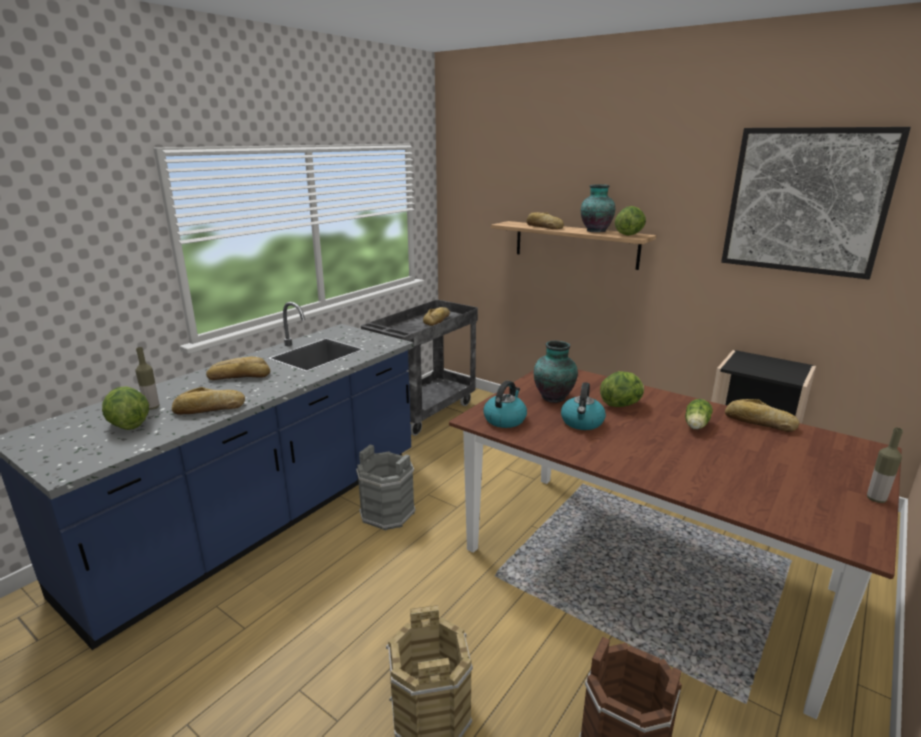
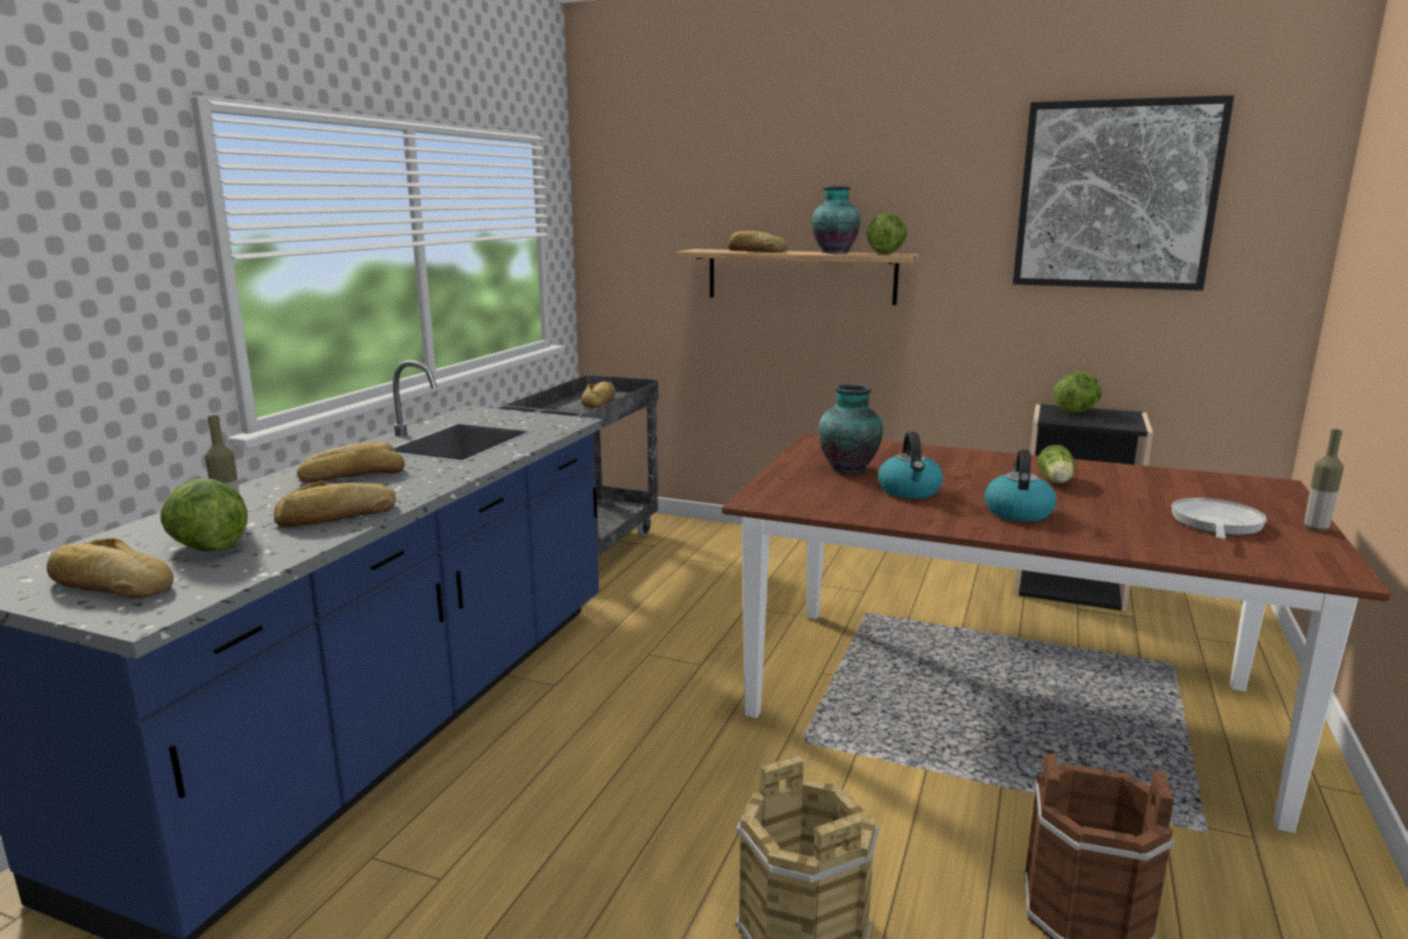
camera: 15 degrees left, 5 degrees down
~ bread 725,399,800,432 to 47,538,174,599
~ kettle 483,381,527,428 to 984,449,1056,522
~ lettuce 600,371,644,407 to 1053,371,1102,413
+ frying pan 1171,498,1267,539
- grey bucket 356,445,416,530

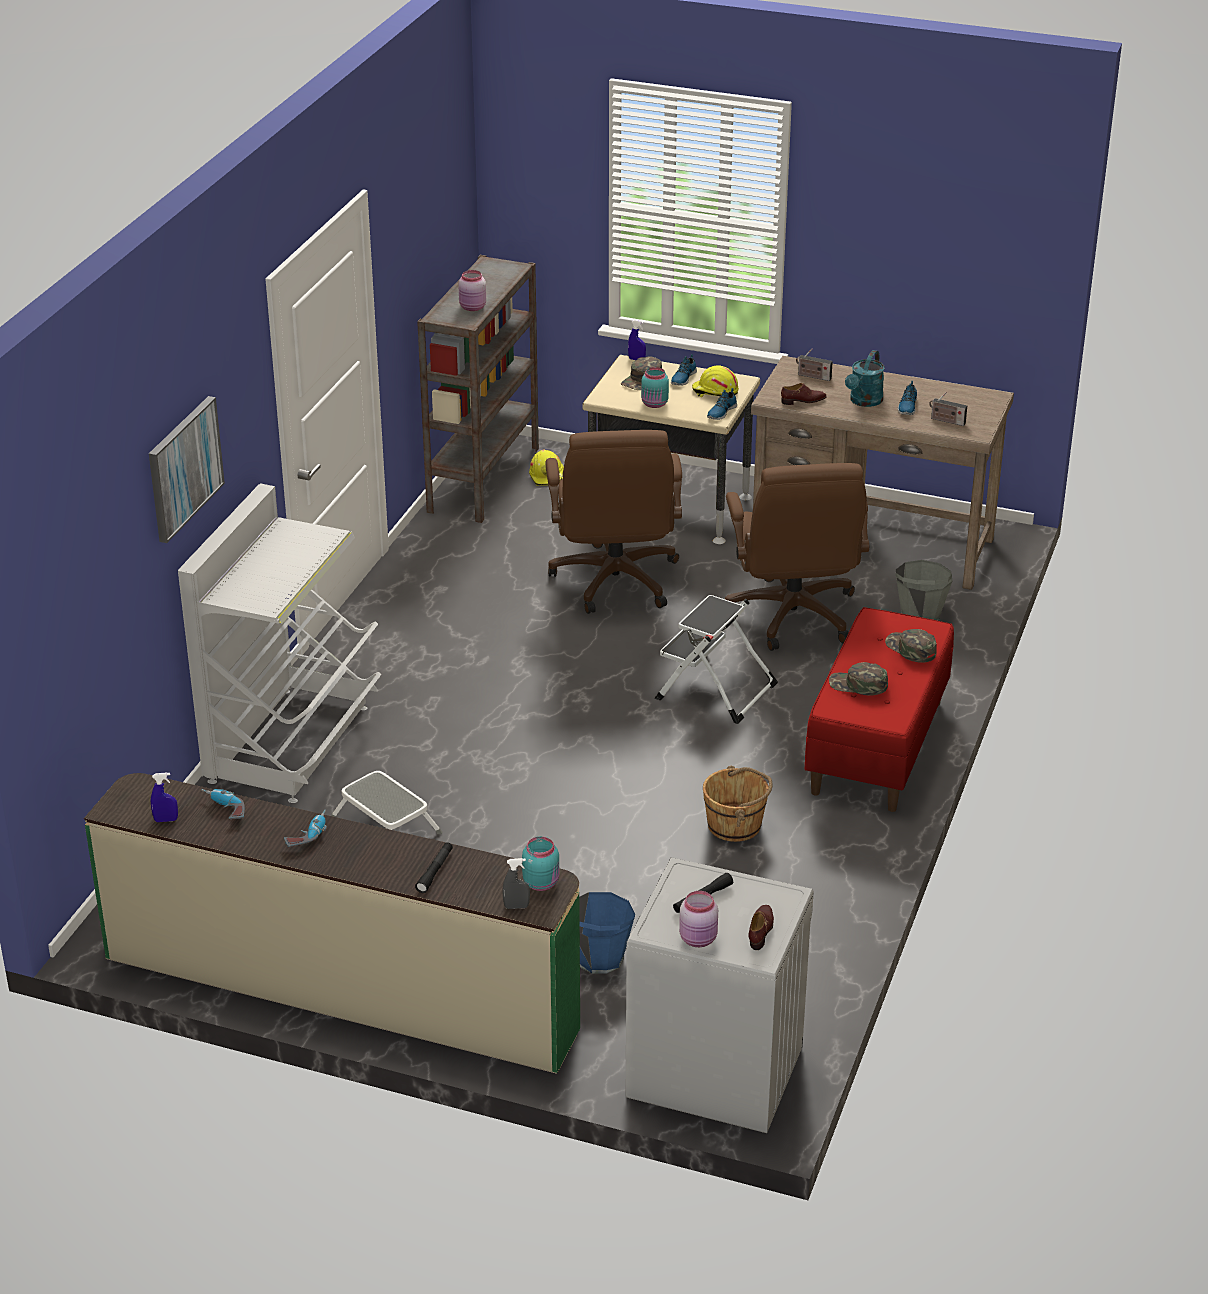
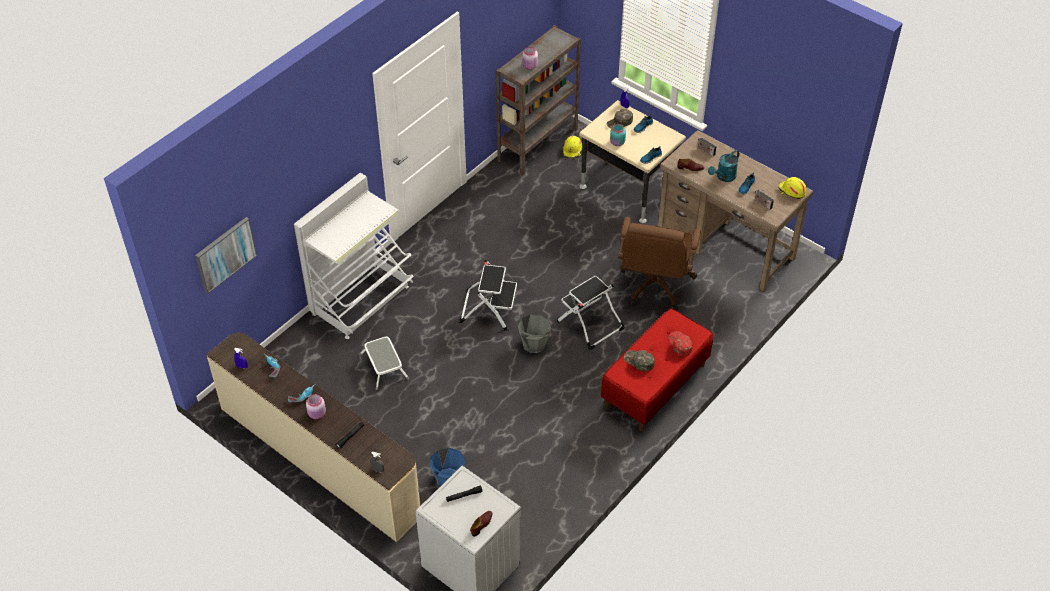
camera: 20 degrees right, 15 degrees up
~ picture 149,396,225,543 to 195,217,257,293
~ green cabinet 84,773,580,1074 to beige cabinet 206,332,420,542
~ pink jar 679,891,718,947 to 306,394,326,419
+ step ladder 459,260,517,331
~ grey bucket 895,560,952,621 to 518,314,551,353
~ green cap 885,629,937,663 to red cap 669,331,693,356
~ yellow hard hat 692,365,739,397 to 779,177,806,199
- turquoise jar 522,836,559,891
- brown office chair 545,430,682,614
- brown bucket 703,766,773,842

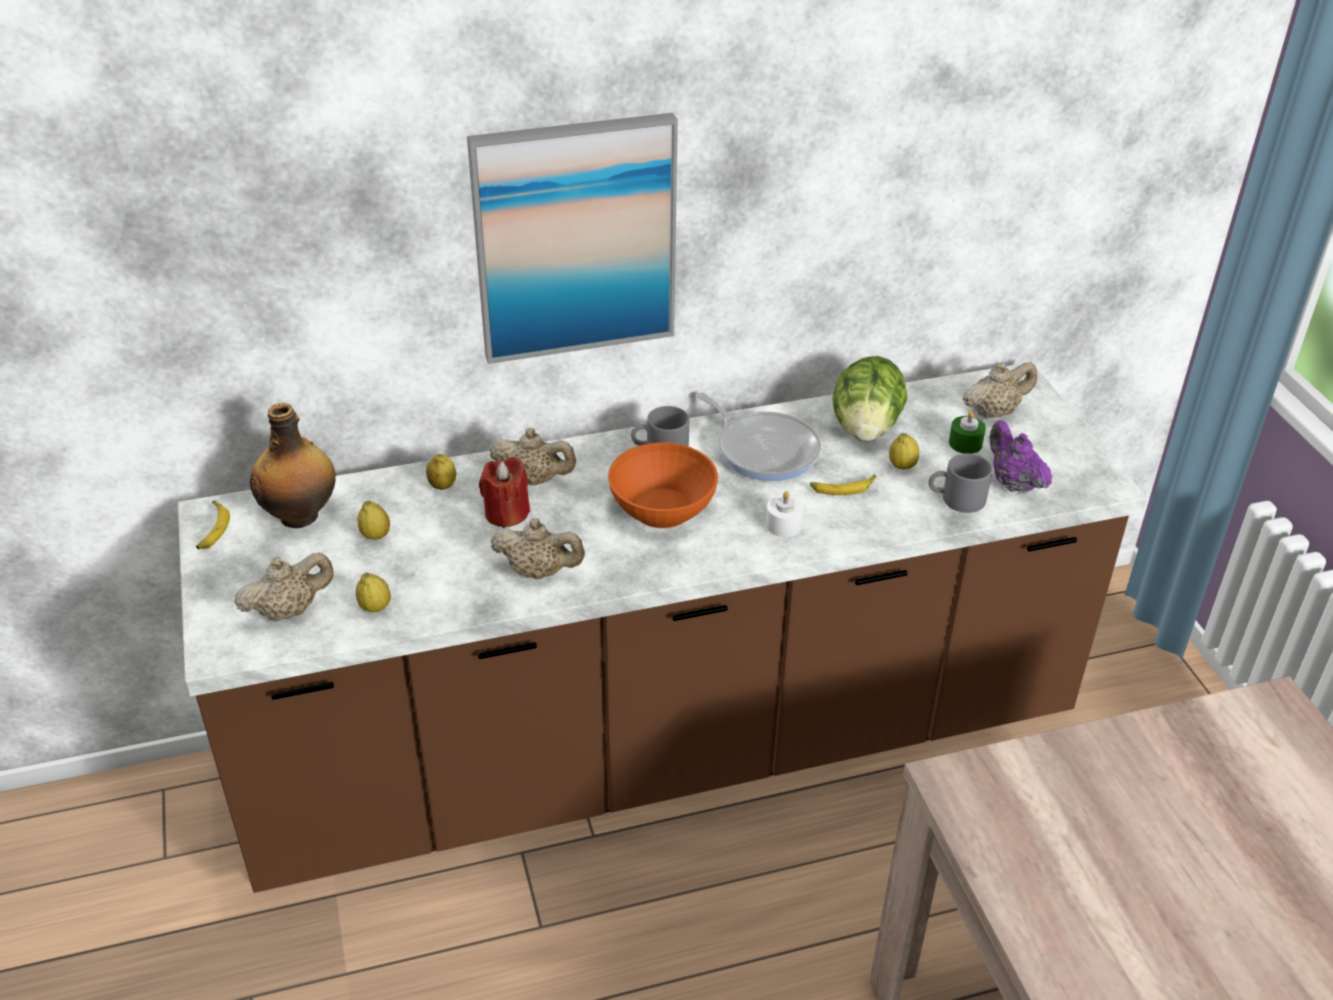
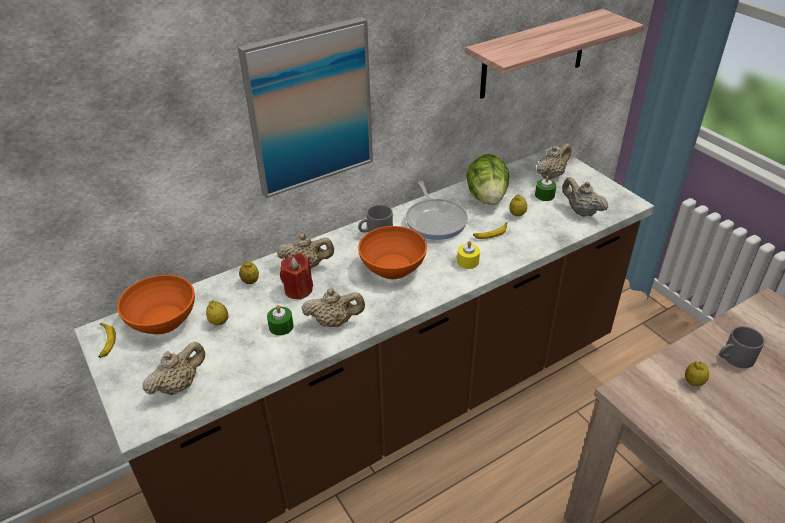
camera: 15 degrees left, 0 degrees up
~ bottle 250,403,336,528 to orange bowl 117,275,195,335
+ green candle 267,305,294,335
~ frying pan 697,393,821,481 = 406,181,468,240 45 degrees clockwise
~ white candle 766,491,803,537 to yellow candle 457,241,480,269
+ shelf 465,9,644,99
~ purple teapot 990,420,1052,493 to beige teapot 562,177,608,217
~ lemon 356,572,391,612 to 685,361,709,386
~ grey mug 929,453,992,513 to 719,326,765,368

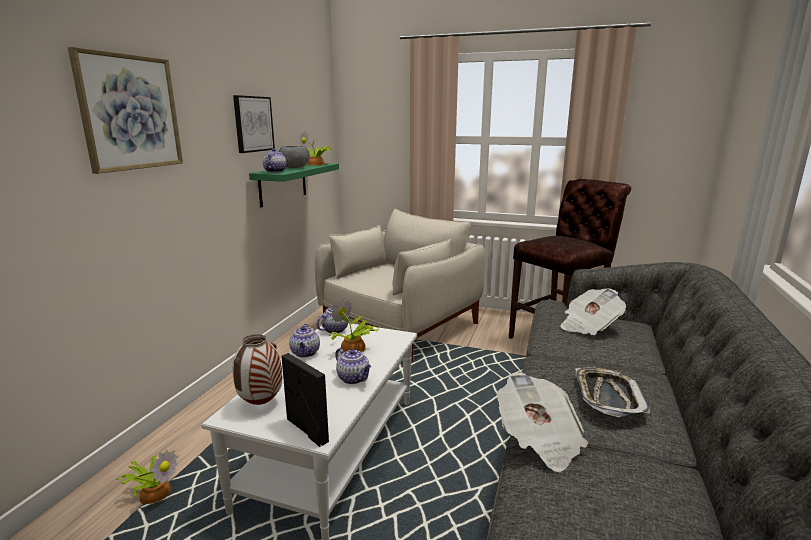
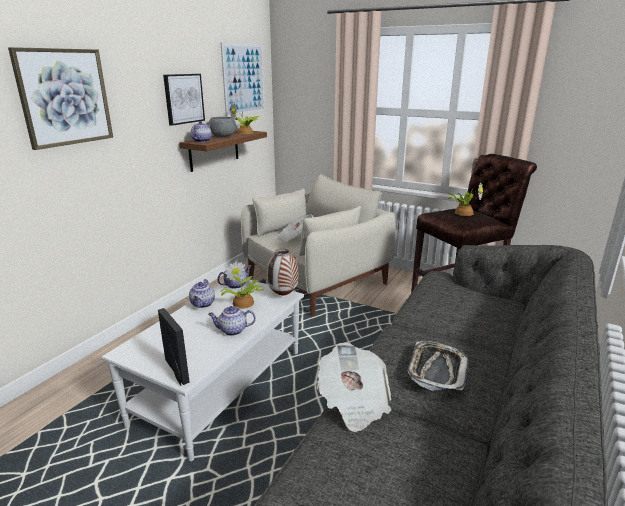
camera: 10 degrees right, 5 degrees up
~ green shelf 249,163,339,207 to brown shelf 179,131,267,172
~ teapot 335,348,371,384 = 208,306,256,336 120 degrees clockwise
+ picture 221,43,265,116
~ vase 233,334,282,405 to 267,249,298,296
~ newspaper 560,288,626,335 to 275,215,314,243
~ potted plant 117,450,179,504 to 448,184,483,216

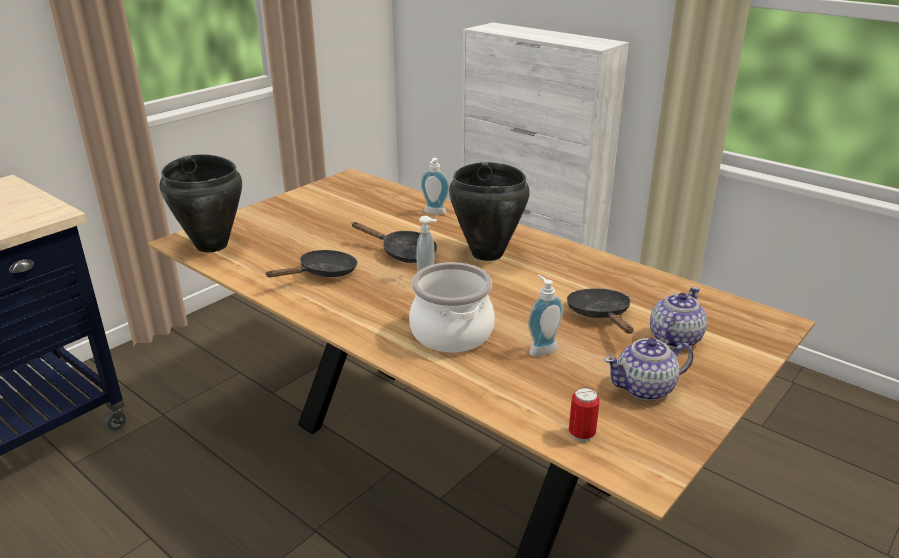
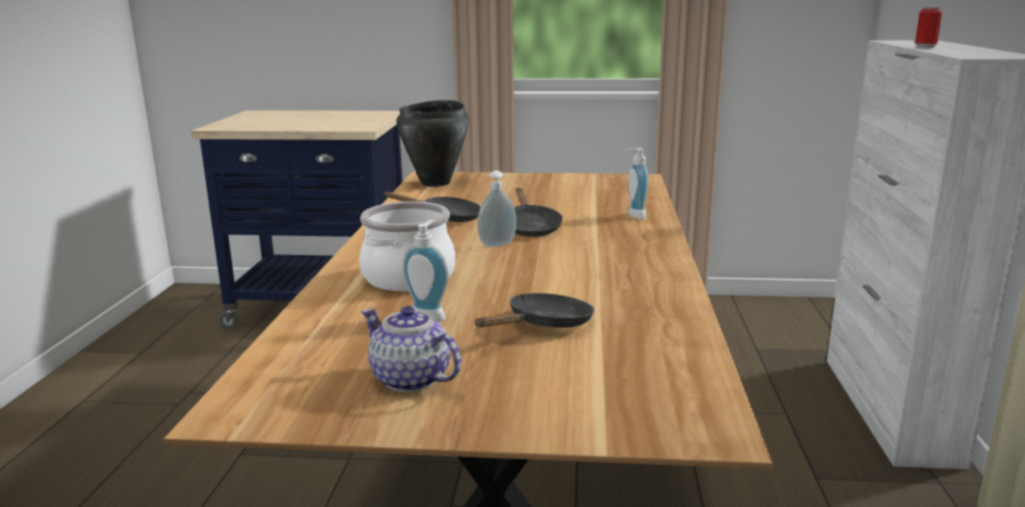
camera: 55 degrees right, 10 degrees down
~ can 569,387,600,442 to 915,7,942,48
- black cooking pot 449,162,530,261
- teapot 650,287,707,348

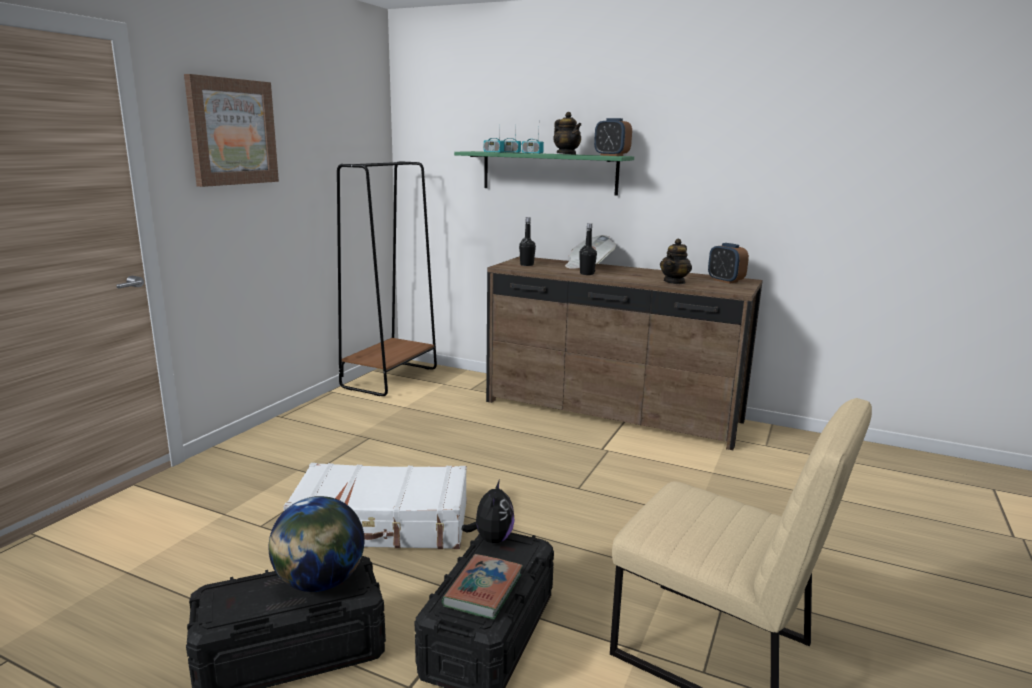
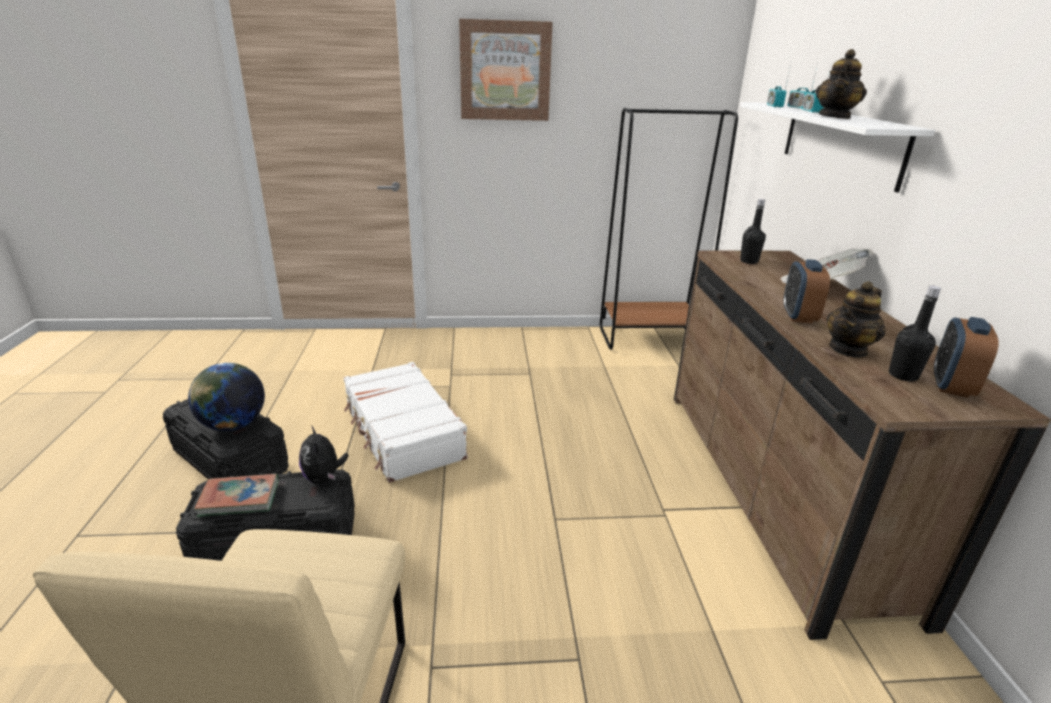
camera: 60 degrees right, 10 degrees up
~ plush toy 462,479,514,543 = 299,425,349,484 90 degrees clockwise
~ green shelf 454,151,634,196 to white shelf 740,102,935,192
~ alarm clock 594,118,632,156 to 784,259,830,324
~ teapot 660,239,692,284 = 827,281,886,358 45 degrees counterclockwise
~ black bottle 579,223,597,275 to 889,286,941,381

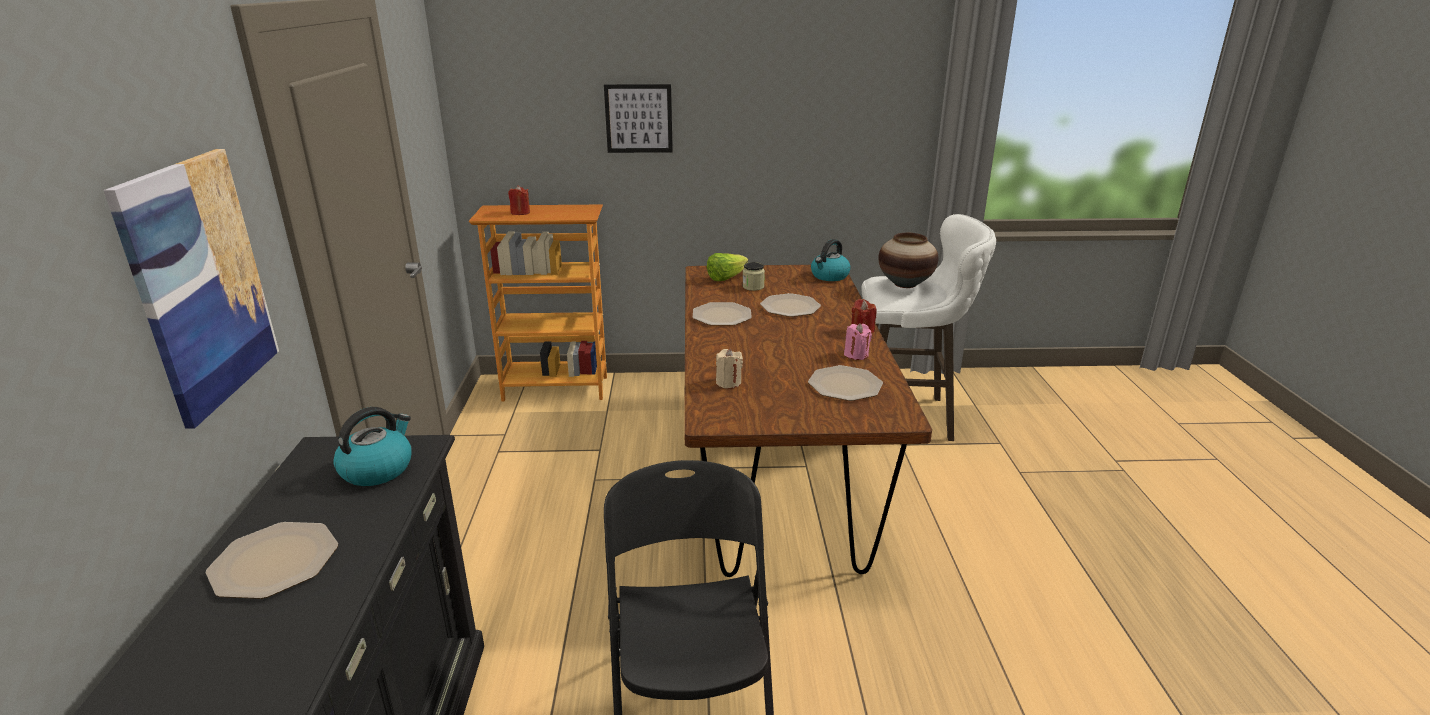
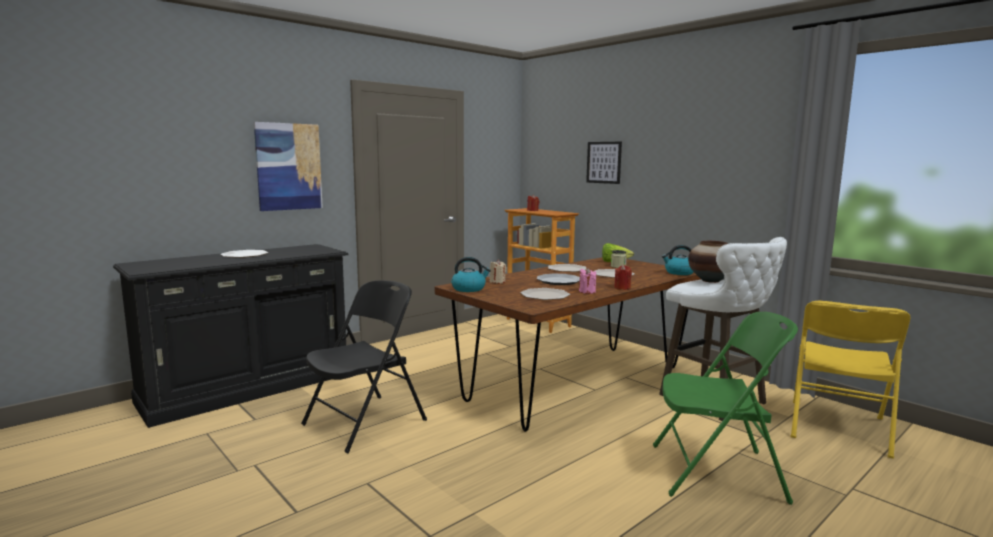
camera: 50 degrees right, 15 degrees down
~ kettle 333,407,412,486 to 451,257,491,292
+ plate 537,273,580,285
+ green chair 653,312,798,505
+ yellow chair 791,301,910,459

